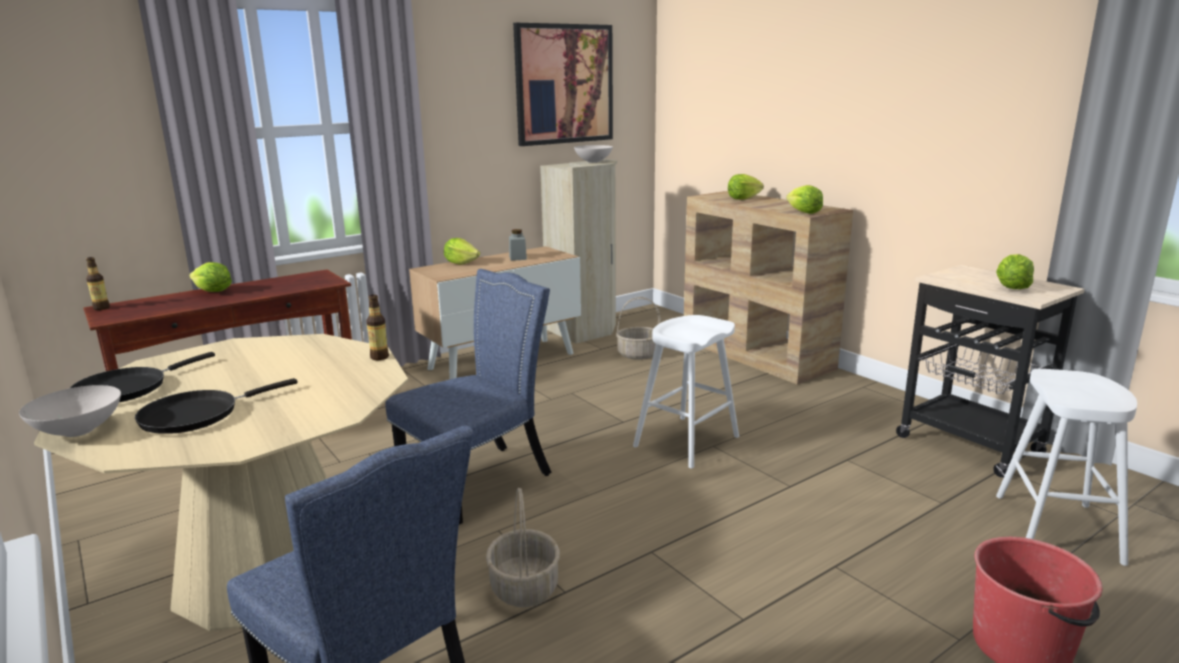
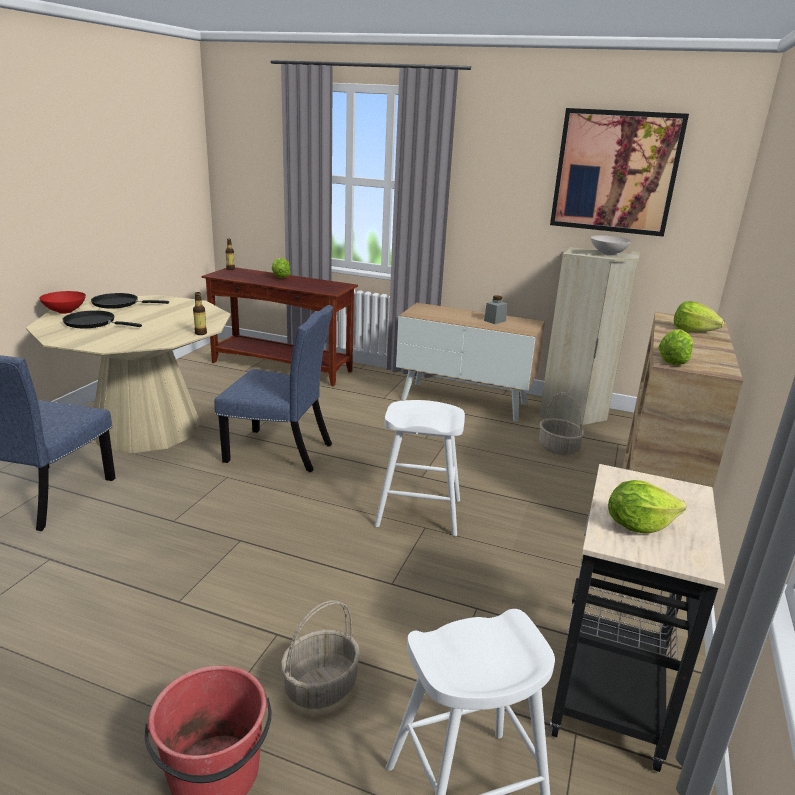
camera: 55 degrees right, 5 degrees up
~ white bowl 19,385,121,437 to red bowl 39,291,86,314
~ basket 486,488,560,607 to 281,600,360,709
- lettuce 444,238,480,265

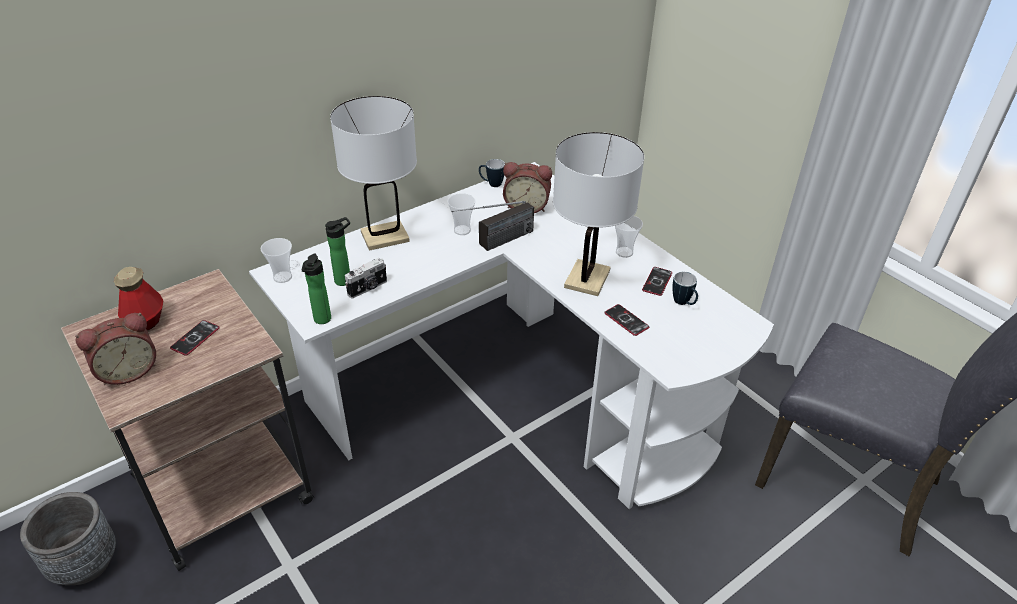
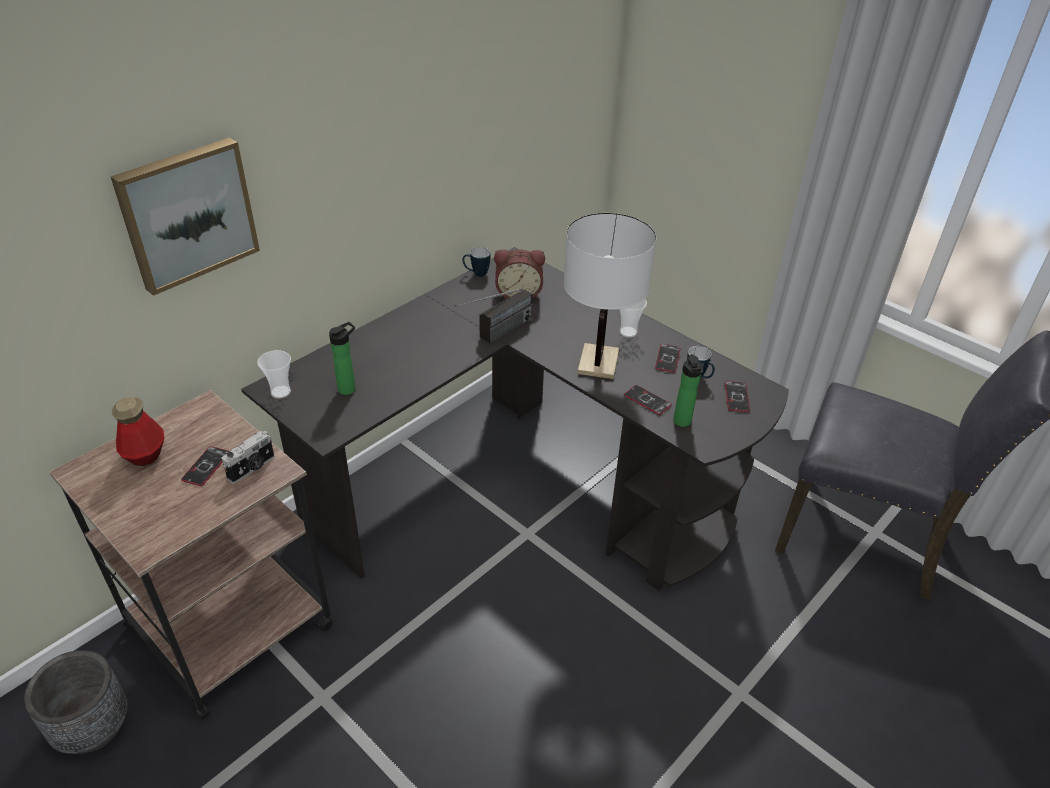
camera: 10 degrees left, 0 degrees up
+ picture 111,138,260,296
~ photo camera 345,258,387,298 to 222,431,274,484
~ white desk 249,162,774,509 to black desk 241,247,789,591
~ bottle 302,254,331,324 to 673,354,703,427
+ phone 725,381,750,412
- alarm clock 75,313,156,385
- white table lamp 330,96,417,251
- cup 447,193,475,235

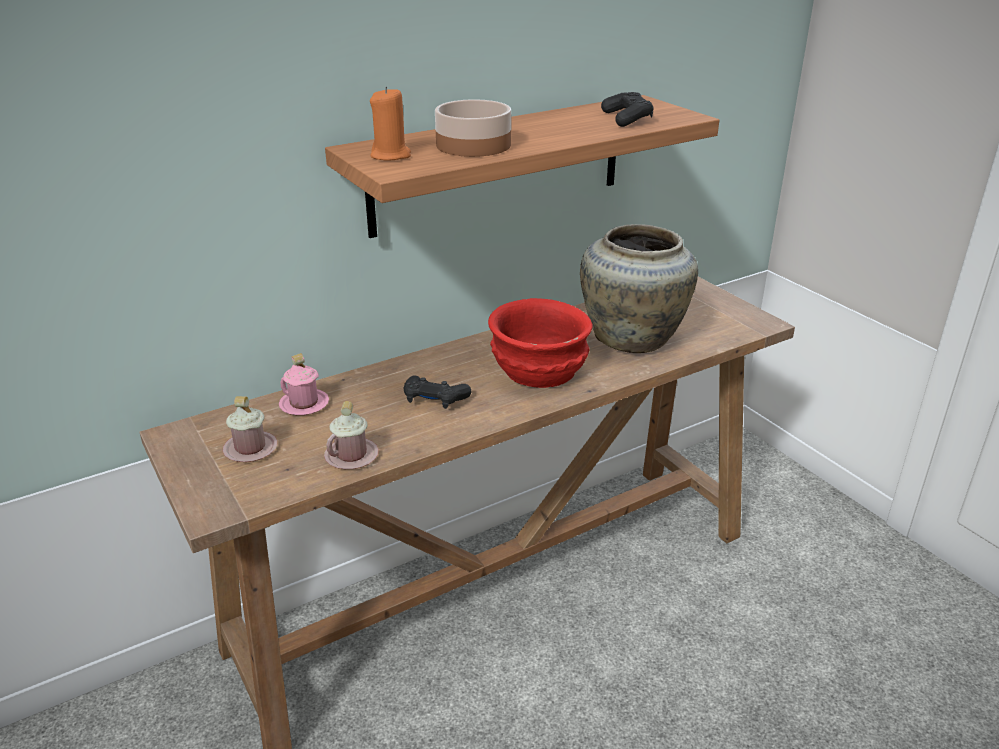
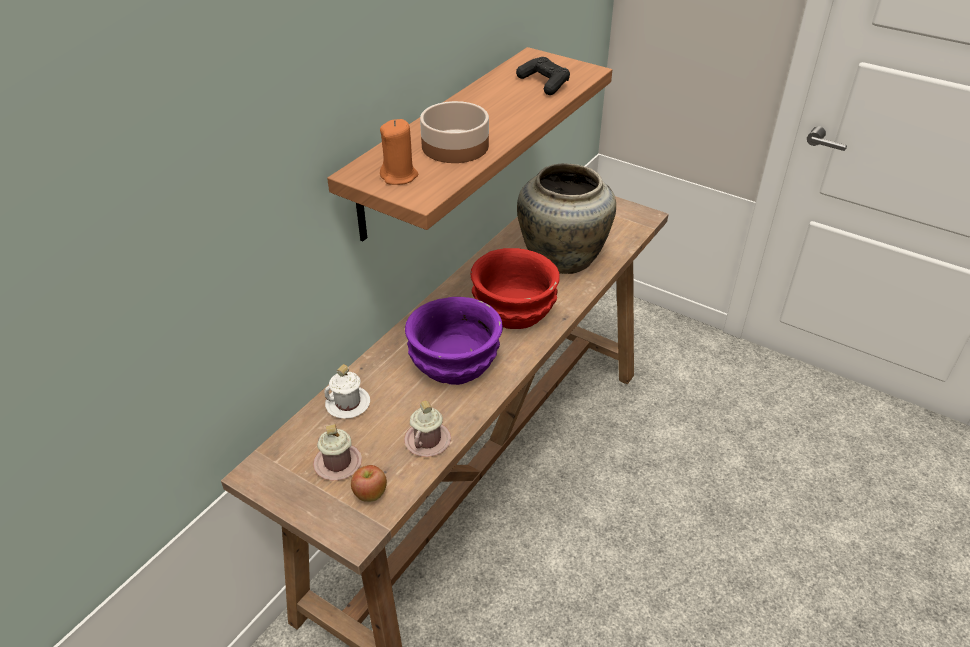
camera: 25 degrees left, 10 degrees up
~ pink mug 279,353,329,415 to white mug 324,364,370,419
+ apple 351,465,387,502
~ black game controller 404,376,471,409 to purple bowl 405,297,503,385

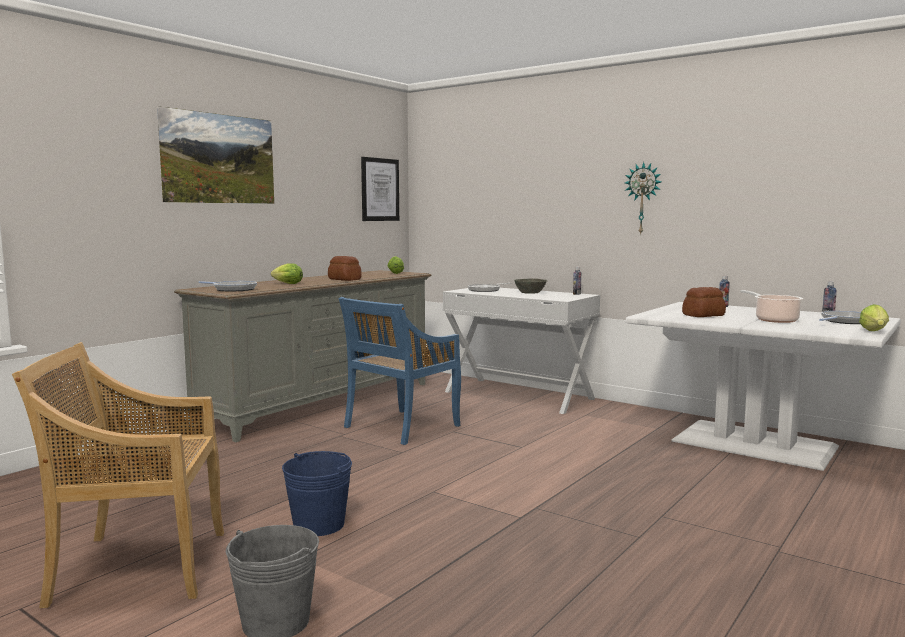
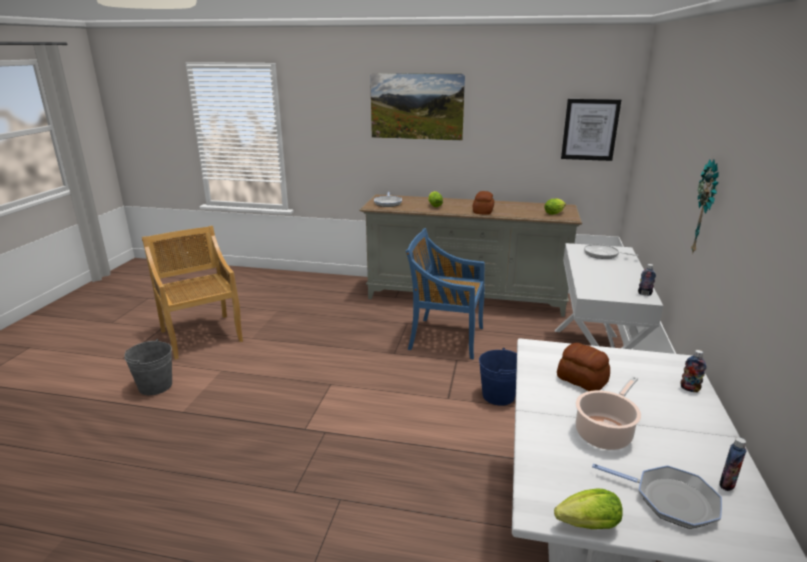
camera: 65 degrees right, 15 degrees up
~ blue bucket 282,451,352,536 to 479,348,517,406
- grey bowl 514,279,548,294

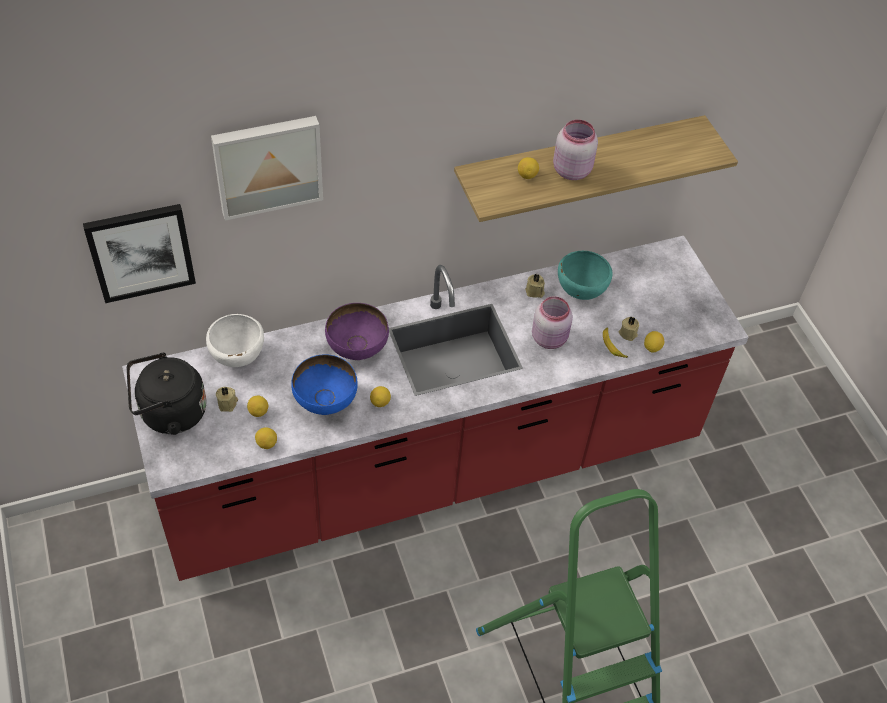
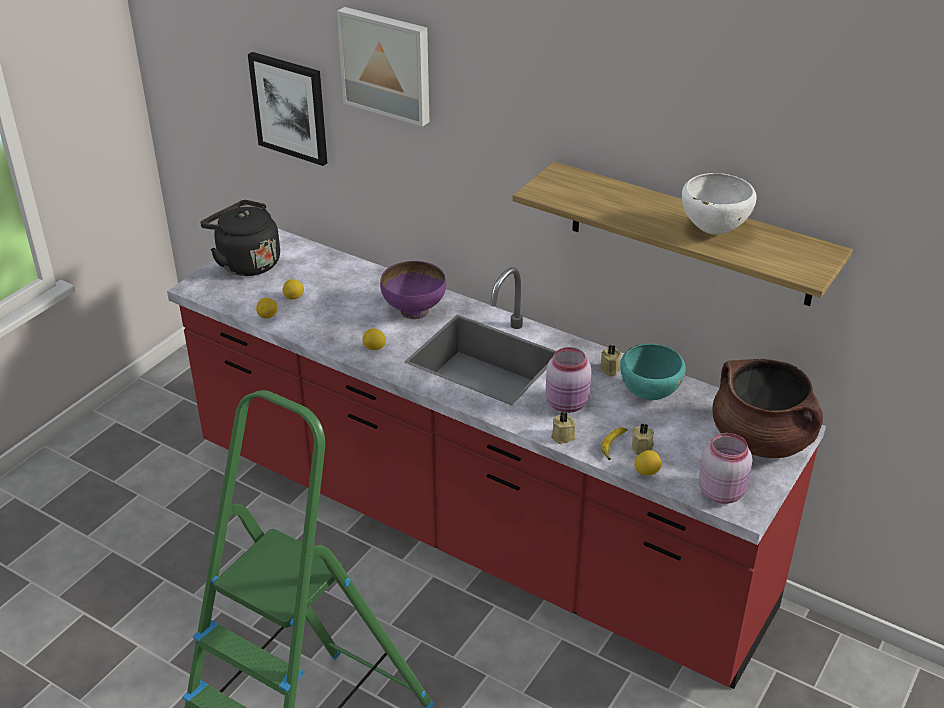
camera: 55 degrees right, 15 degrees down
~ beige candle 216,387,238,412 to 551,412,576,444
~ white bowl 206,314,264,367 to 682,173,757,235
~ pink jar 553,120,598,180 to 699,433,752,504
+ brown cooking pot 712,359,823,458
- blue bowl 291,355,358,415
- lemon 518,157,539,179

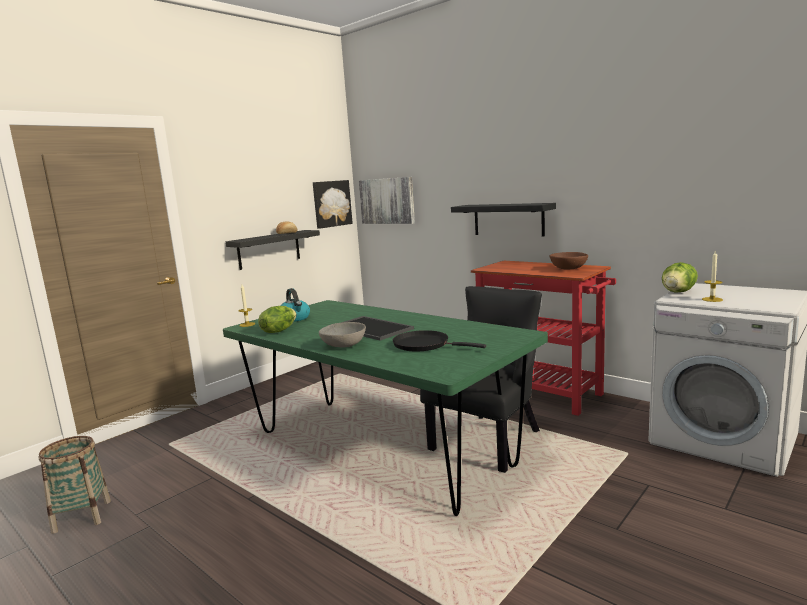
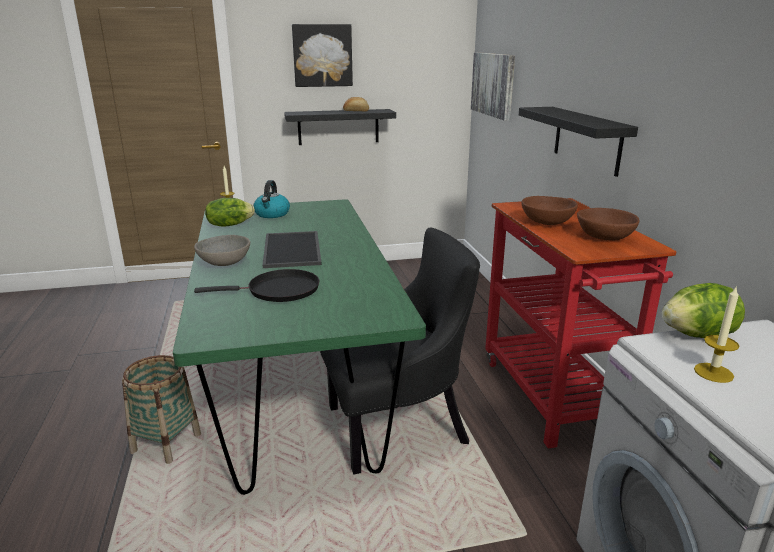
camera: 35 degrees right, 10 degrees up
~ basket 38,436,111,534 to 122,355,201,464
~ black frying pan 393,330,486,352 = 194,269,319,302 105 degrees clockwise
~ picture 313,180,353,229 to 292,24,353,87
+ brown bowl 522,196,578,225

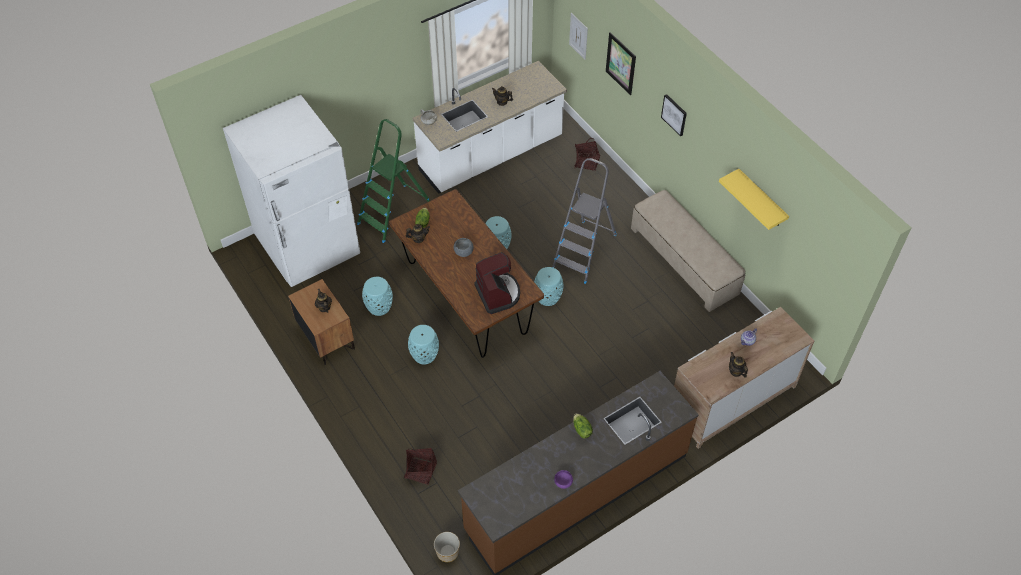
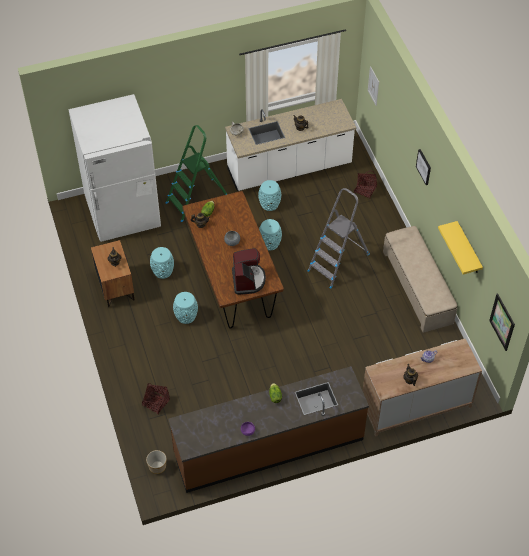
camera: 15 degrees right, 0 degrees up
~ turquoise stool 534,267,564,306 to 258,180,281,211
~ picture 606,32,636,95 to 489,293,515,351

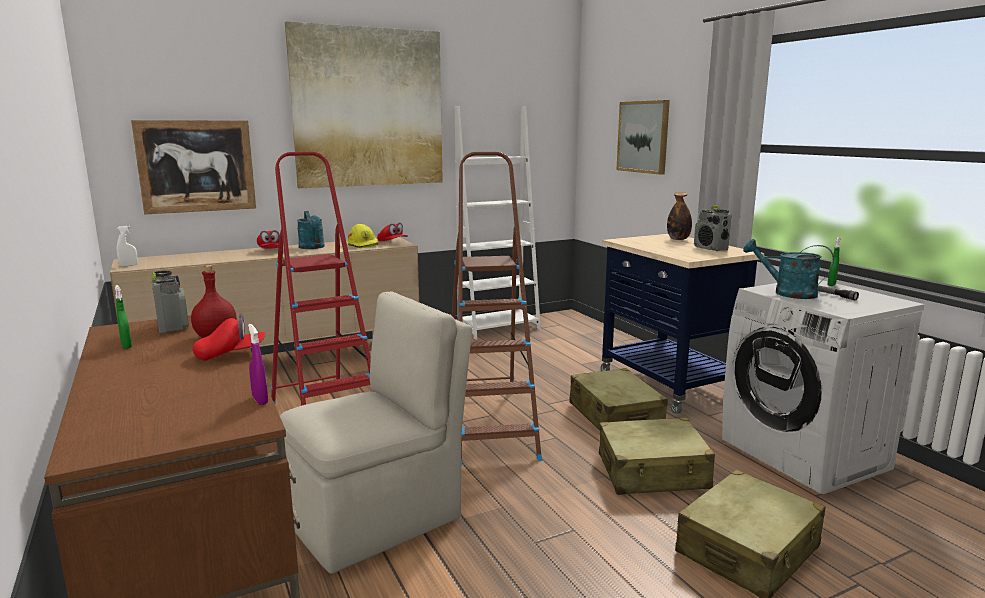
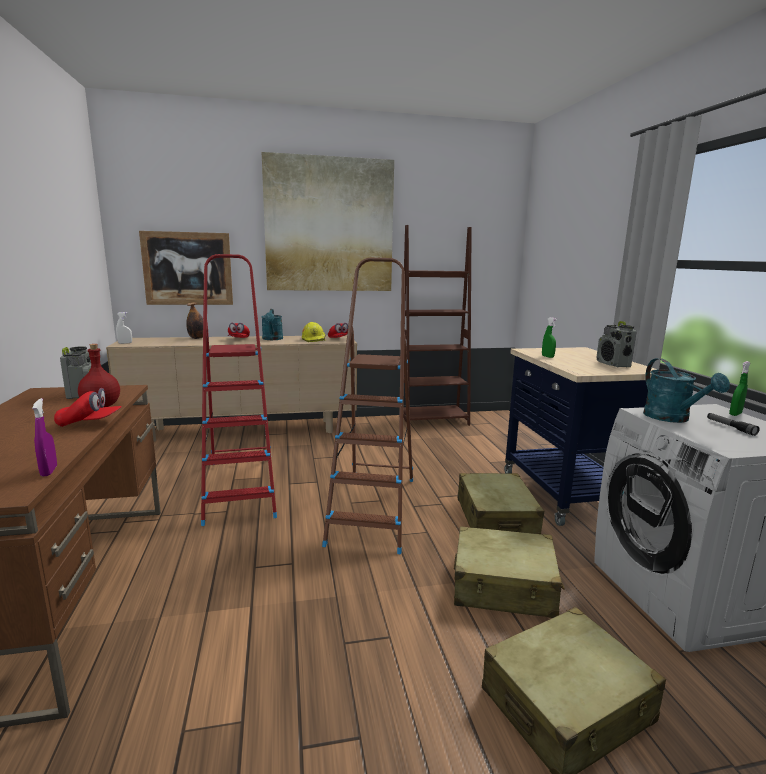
camera: 15 degrees right, 0 degrees up
~ bottle 667,192,692,240 to 186,302,203,339
~ white bookcase 455,106,541,340 to brown bookcase 399,225,472,426
~ green spray bottle 115,285,132,349 to 542,317,557,358
~ turquoise watering can 743,239,834,299 = 643,358,730,423 150 degrees counterclockwise
- beige chair 280,292,473,574
- picture 616,100,670,175

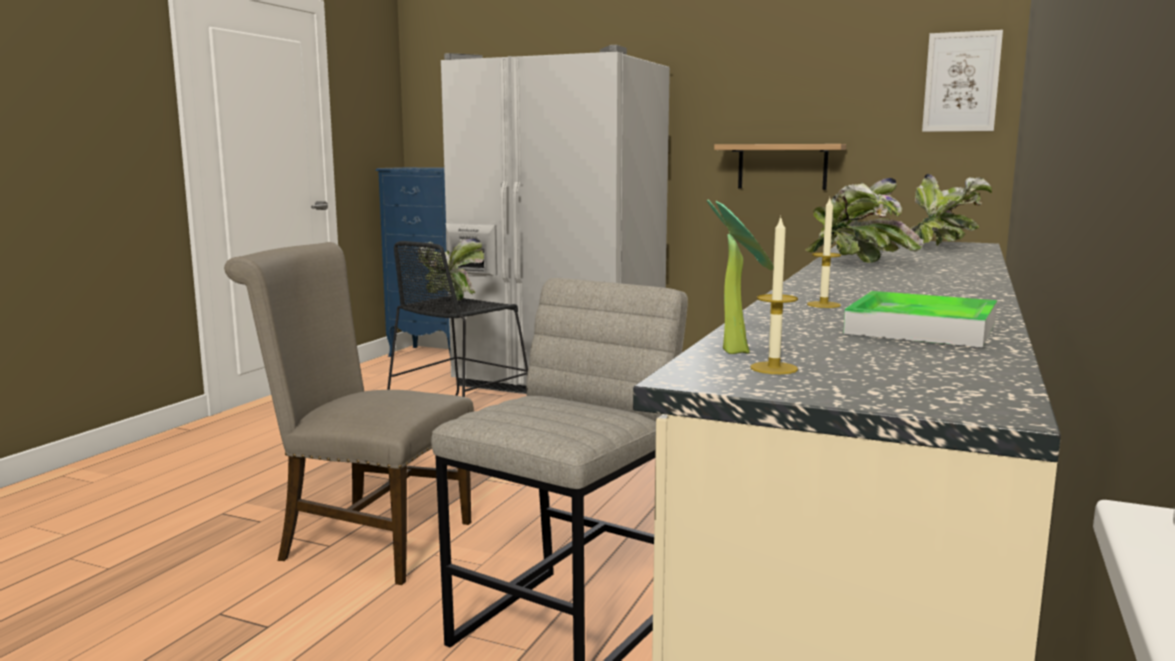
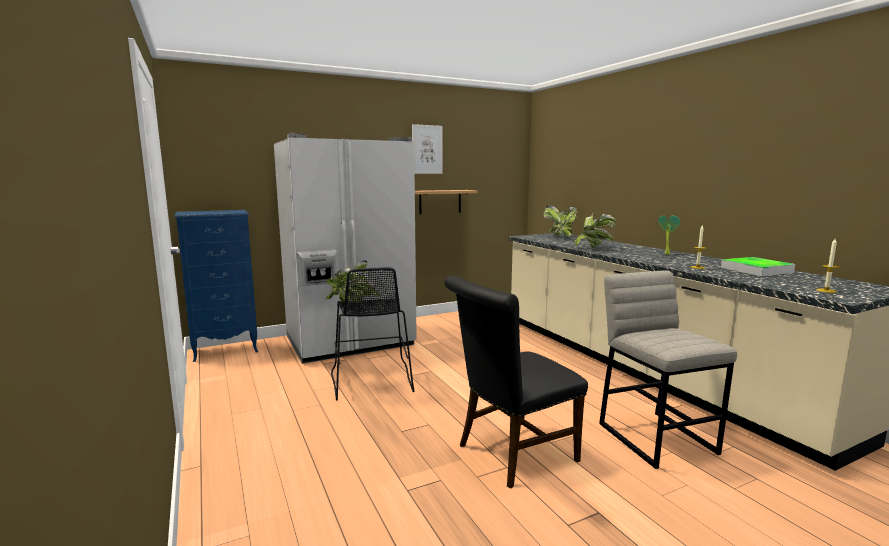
camera: 50 degrees left, 0 degrees up
~ picture 922,30,1003,132 to 412,124,443,174
~ beige chair 224,242,474,585 to black chair 444,276,588,488
~ potted plant 706,200,773,354 to 658,215,680,255

